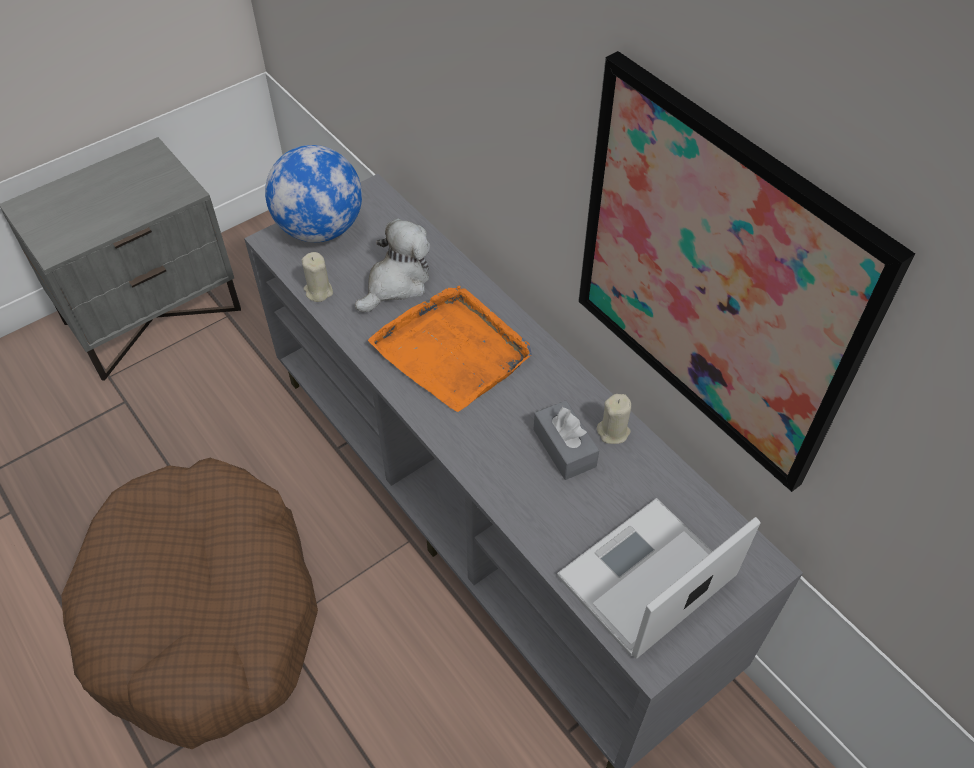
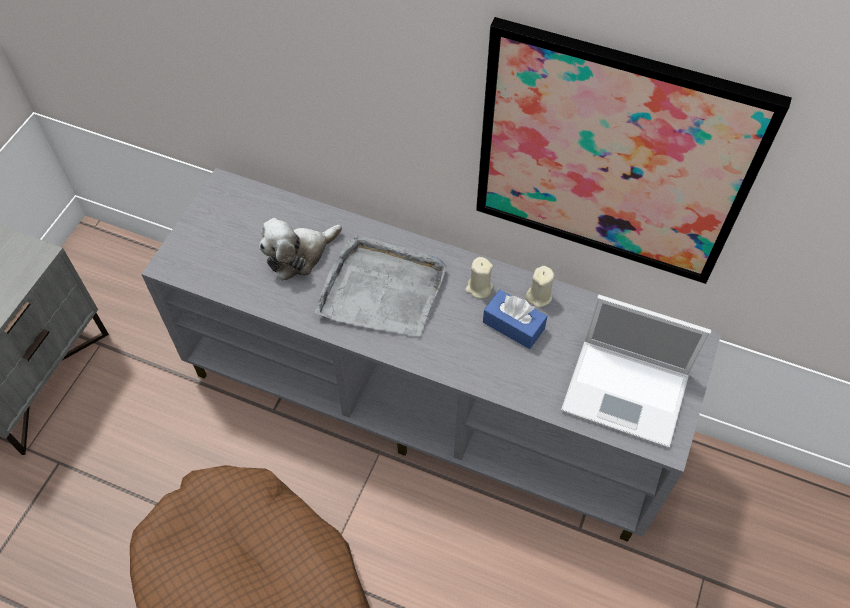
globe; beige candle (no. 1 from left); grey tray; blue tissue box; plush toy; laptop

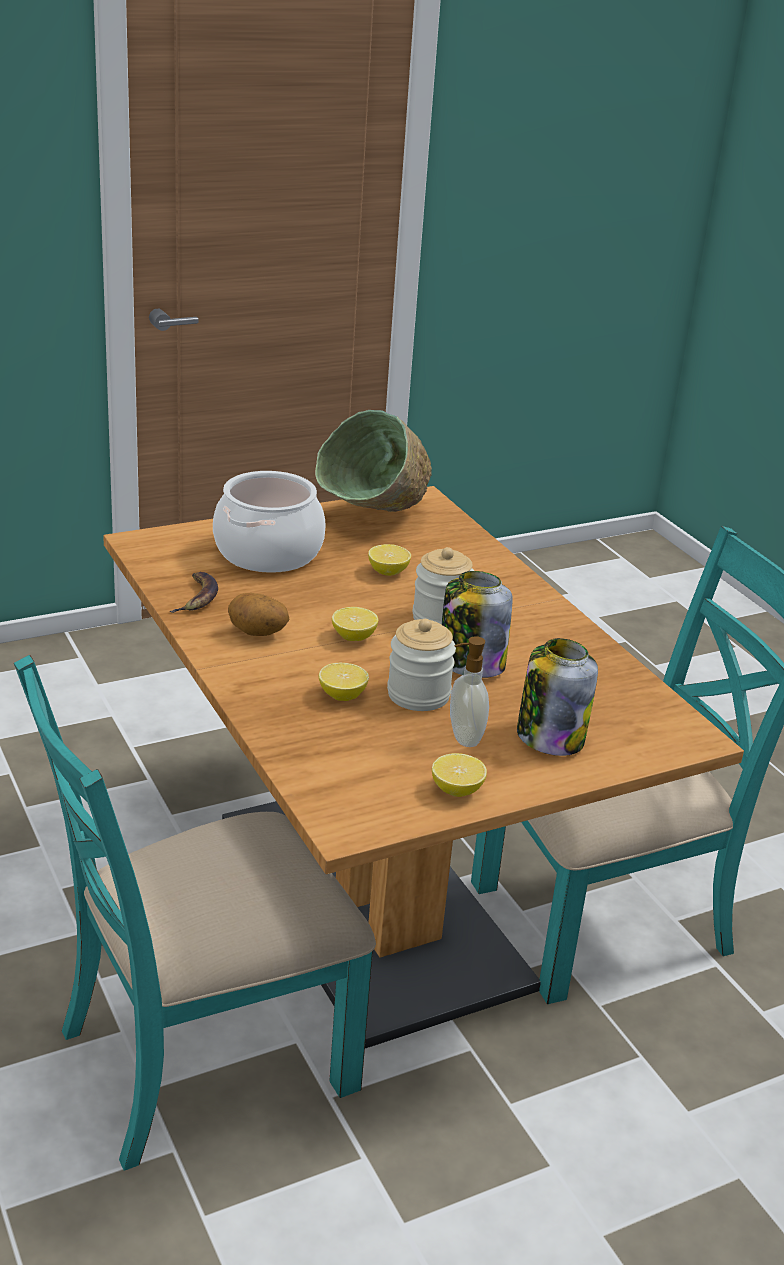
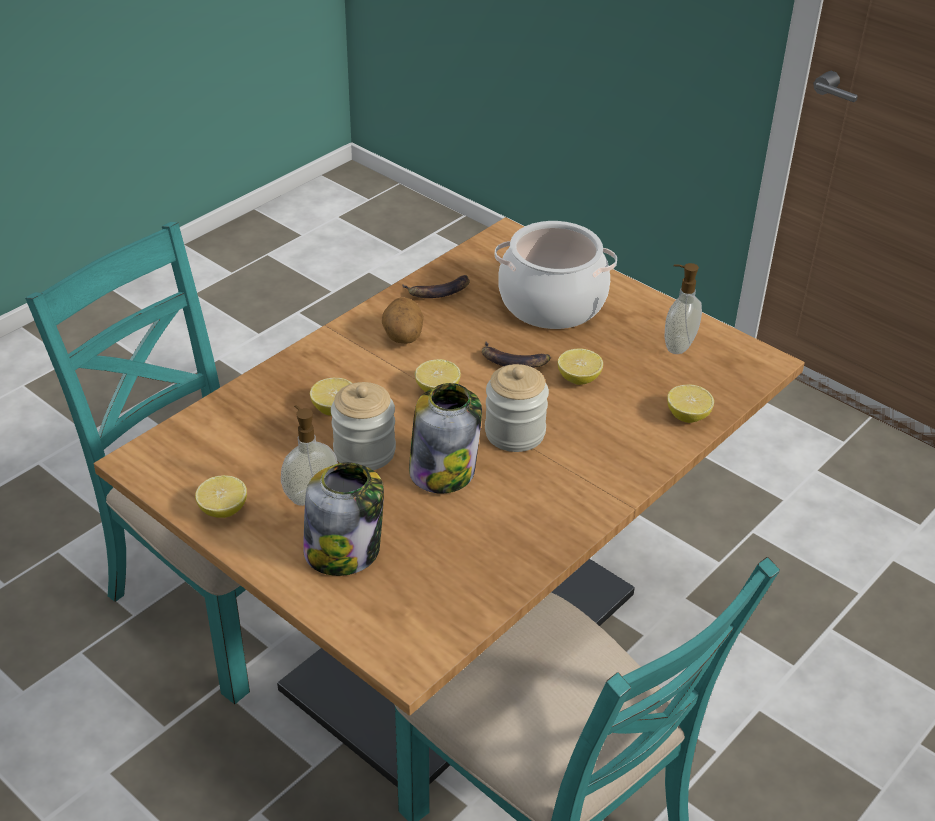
banana (no. 2 from left); lemon (no. 5 from left); soap dispenser (no. 2 from left)

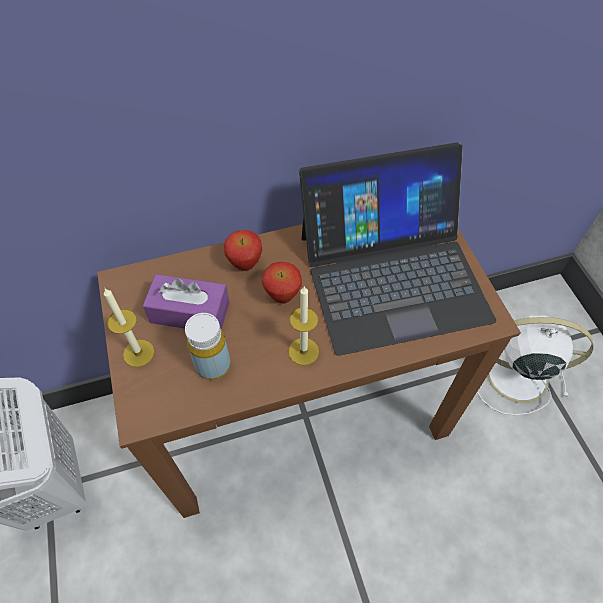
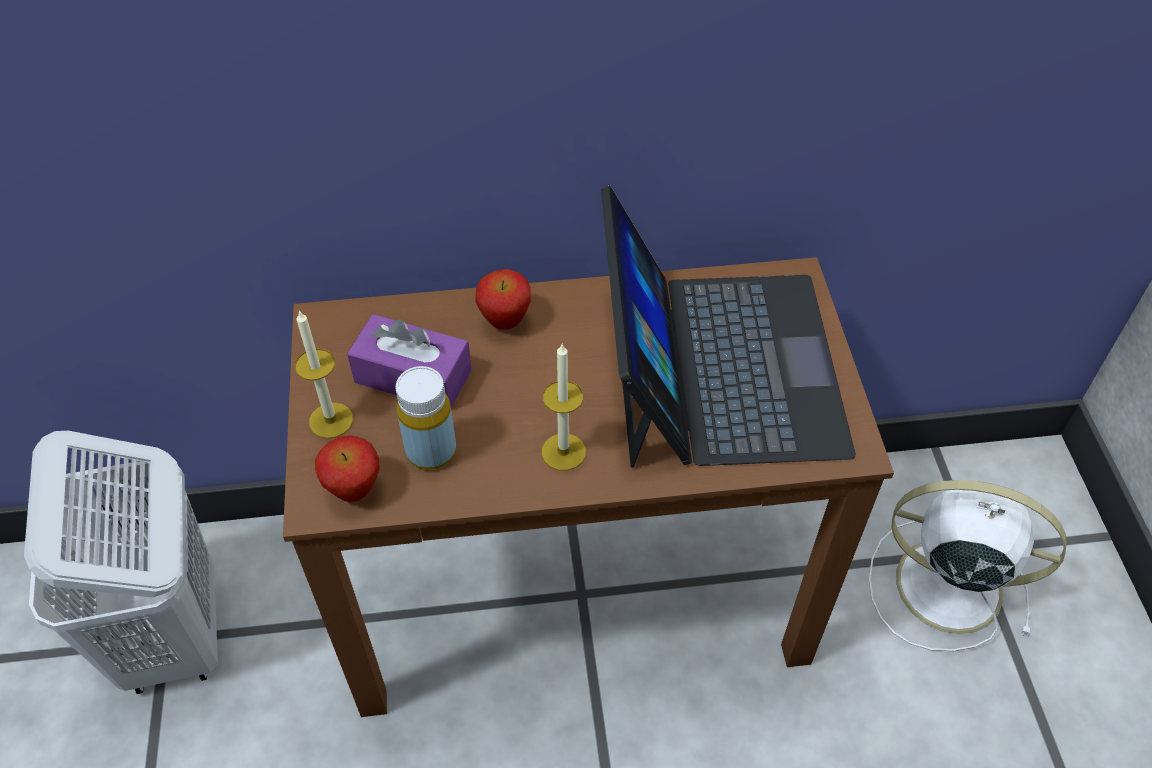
apple (no. 1 from left); laptop

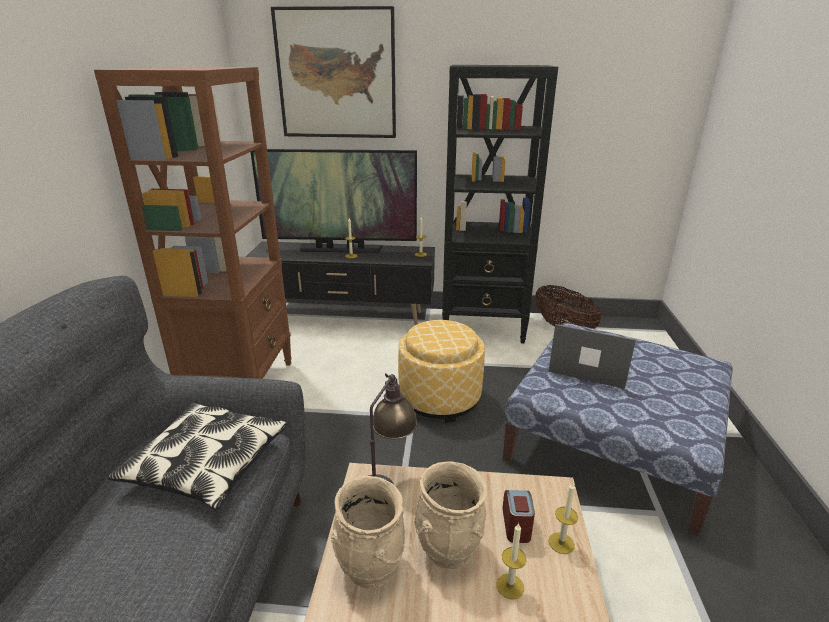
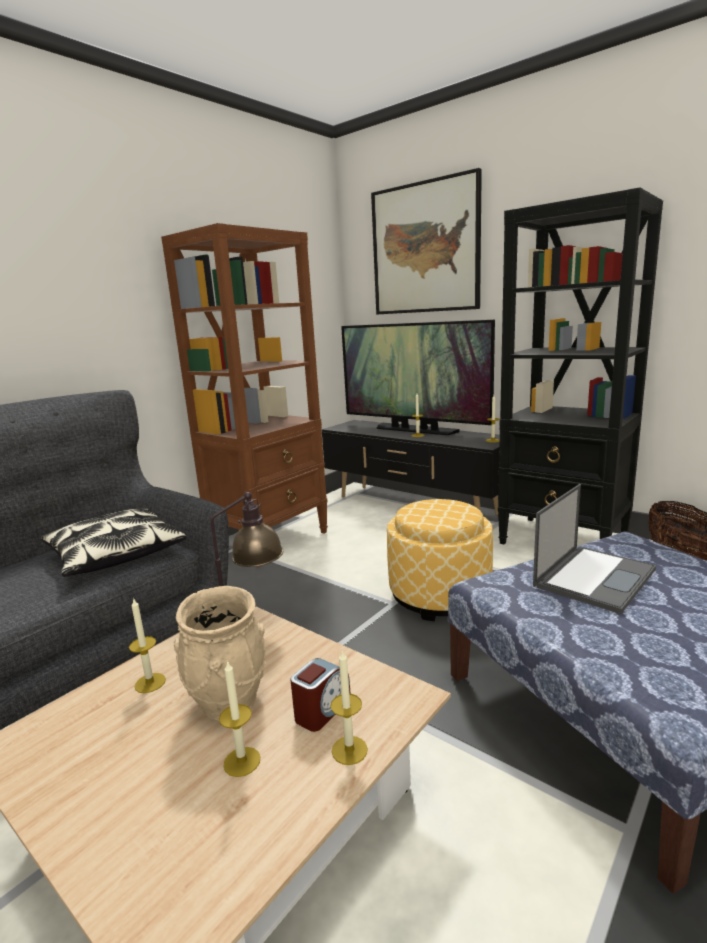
candle (no. 1 from left); laptop

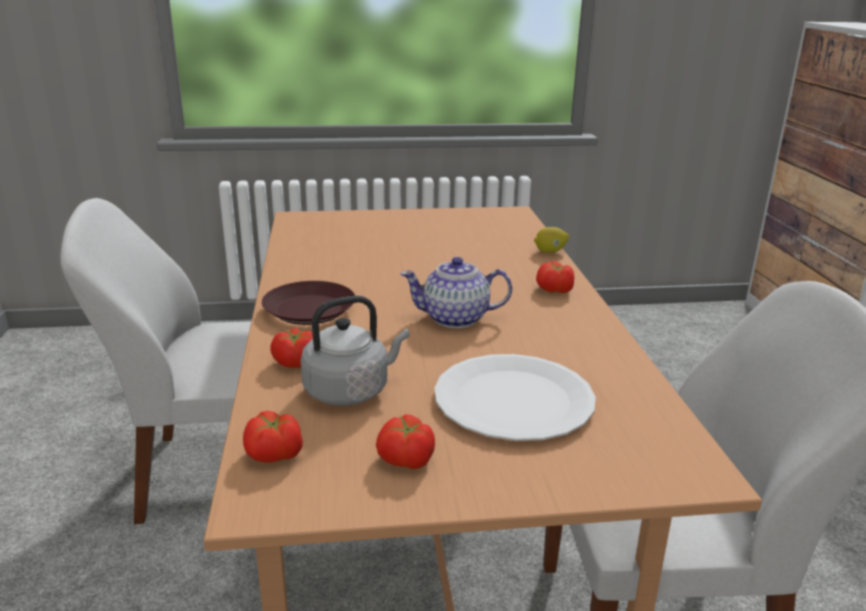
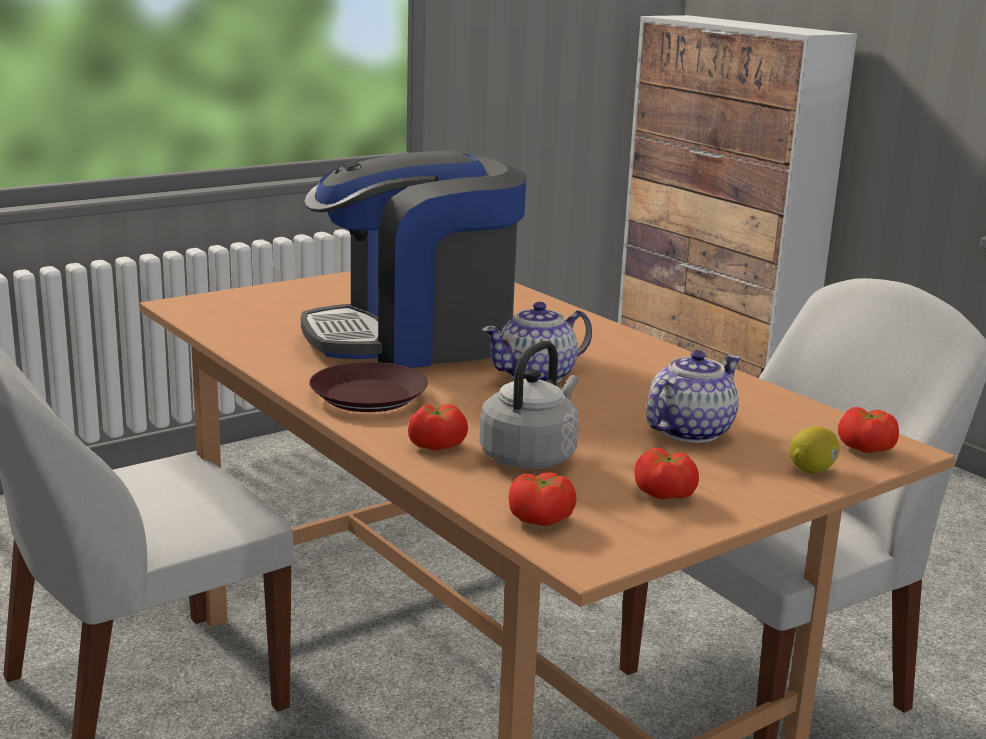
coffee machine; lemon; tomato (no. 4 from left); teapot (no. 2 from left)

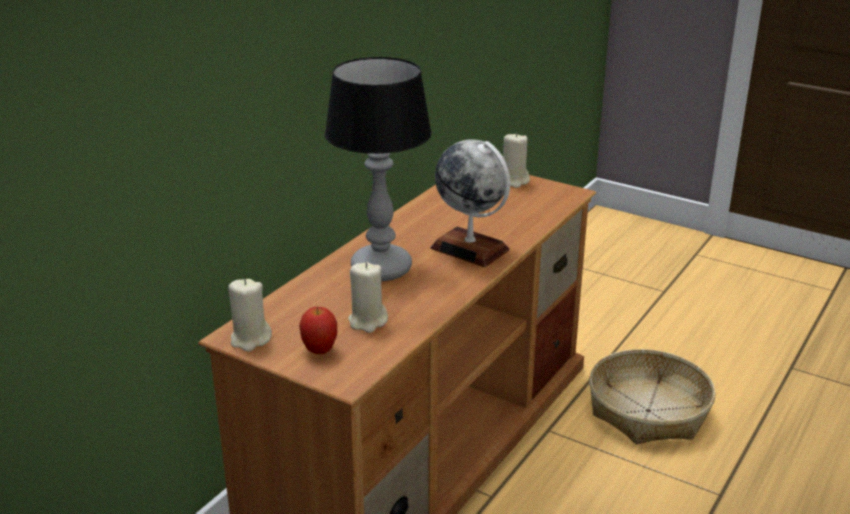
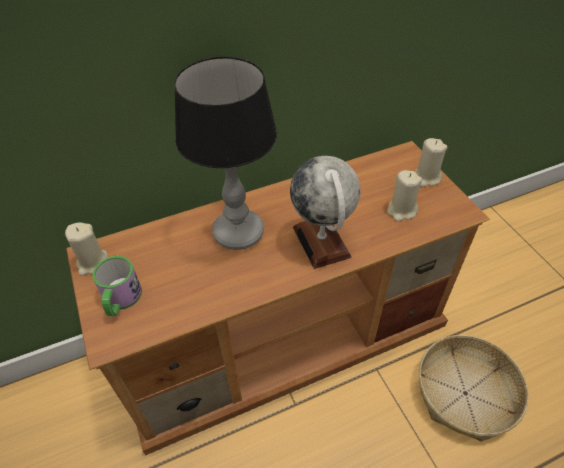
beige candle (no. 2 from left); mug

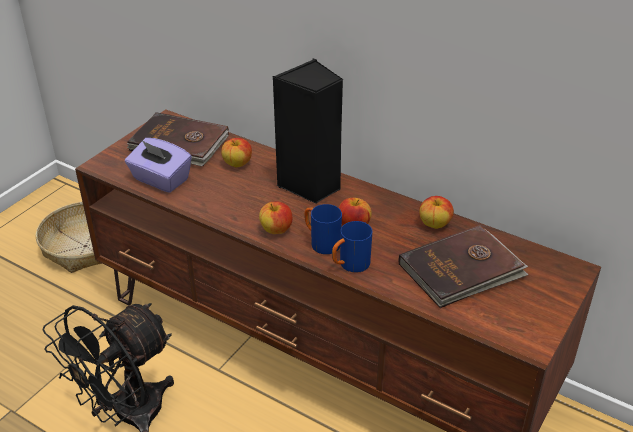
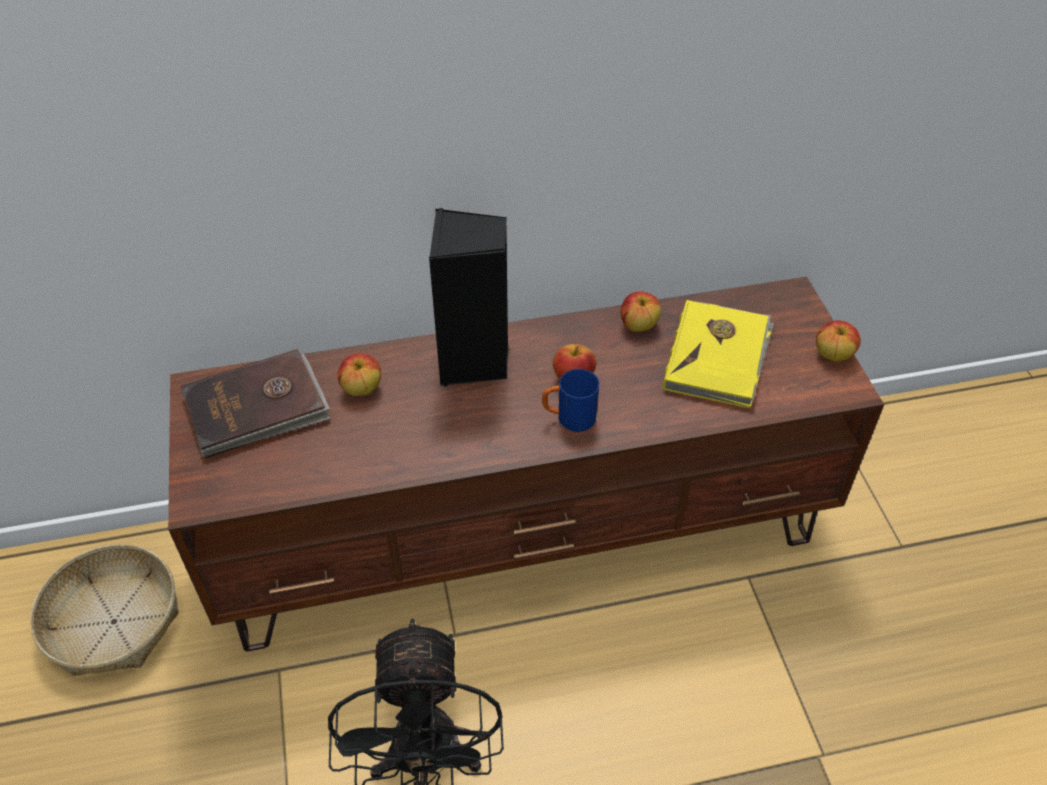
purple tissue box; blue mug (no. 2 from left in the first image); apple (no. 4 from left); yellow book

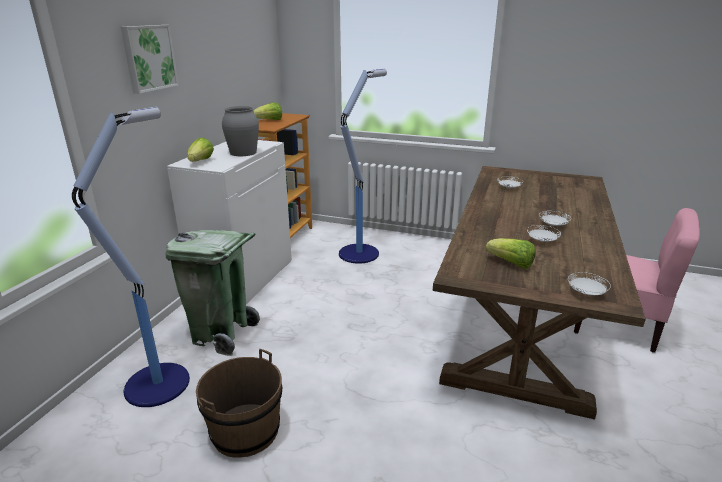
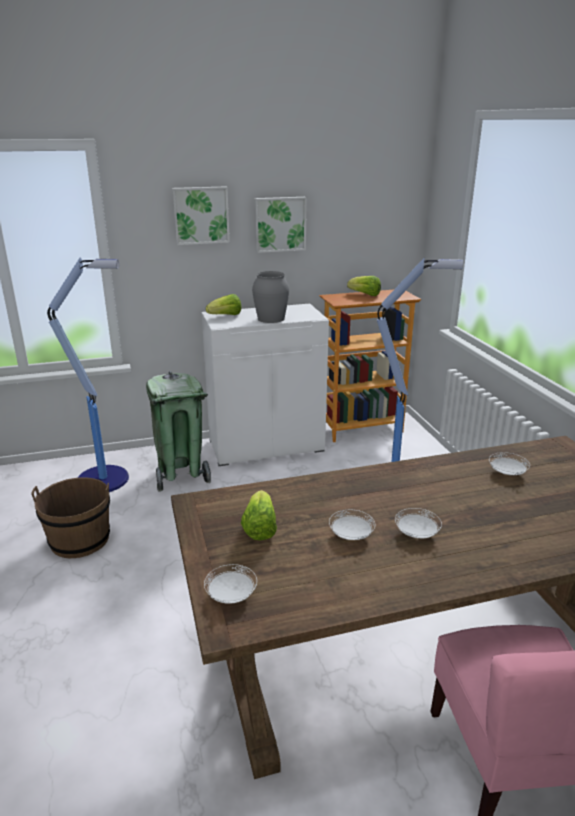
picture (no. 2 from left)

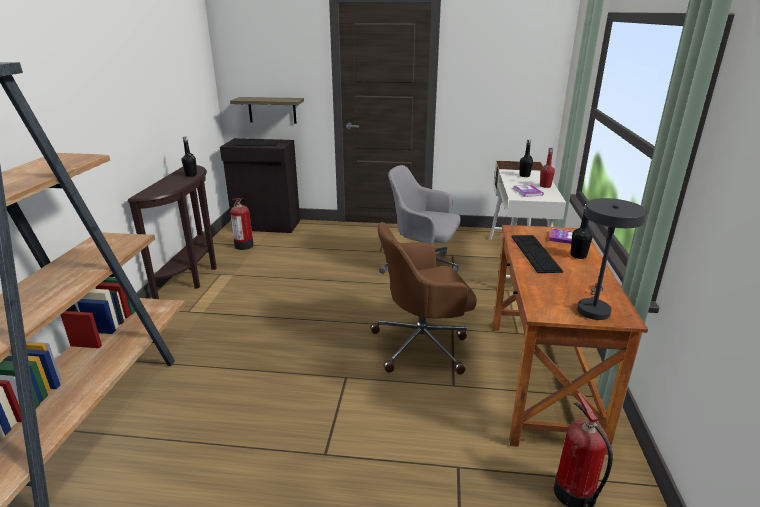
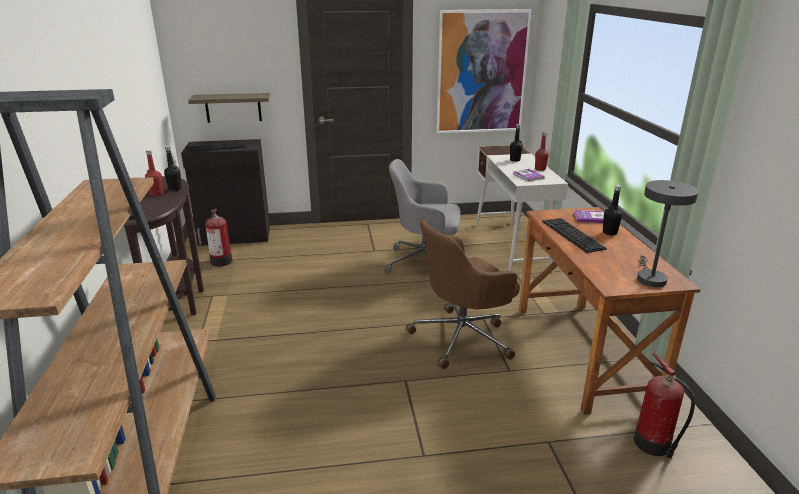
red bottle (no. 1 from left); picture

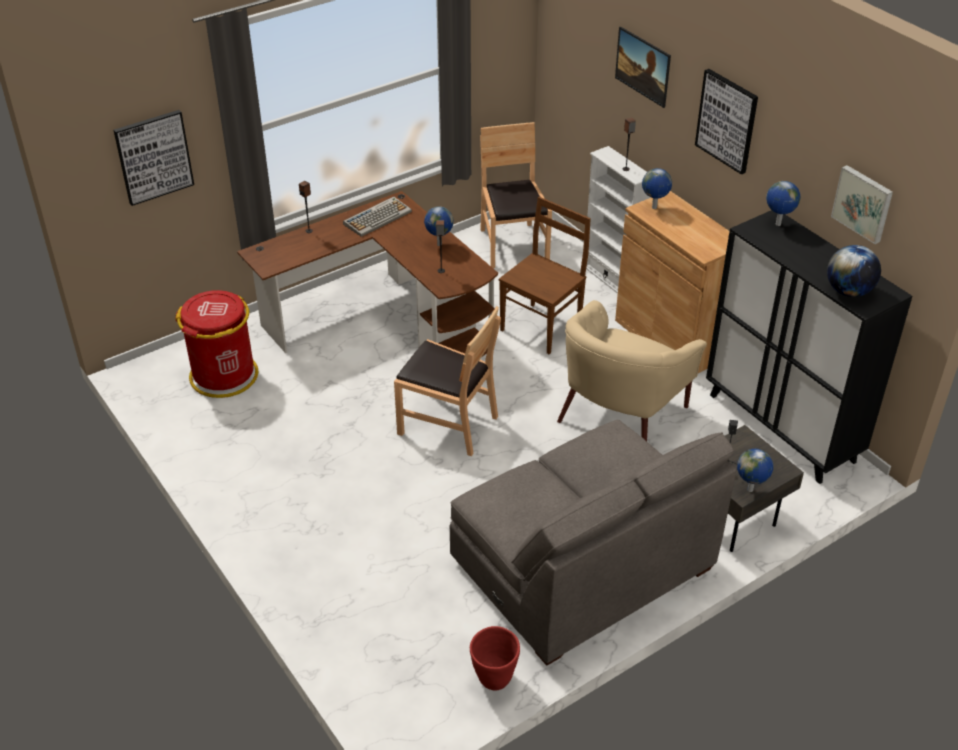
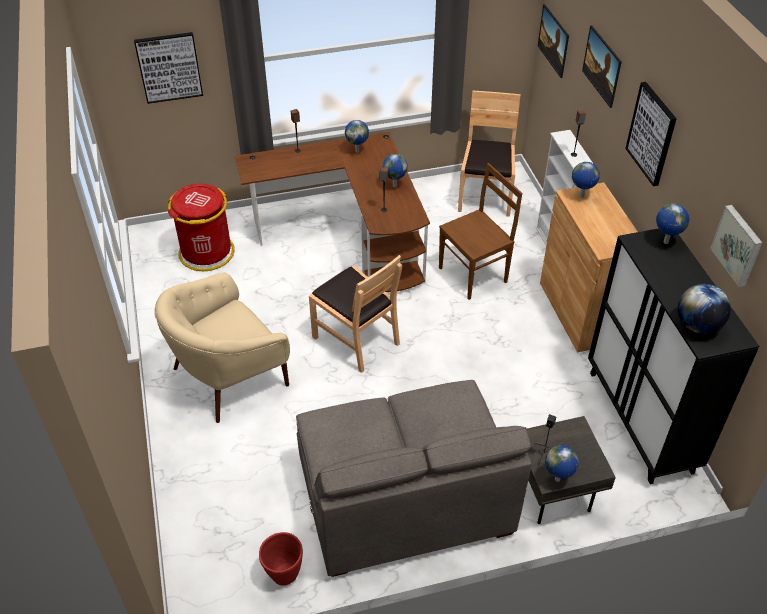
picture (no. 2 from left); beige armchair; globe (no. 1 from left)

